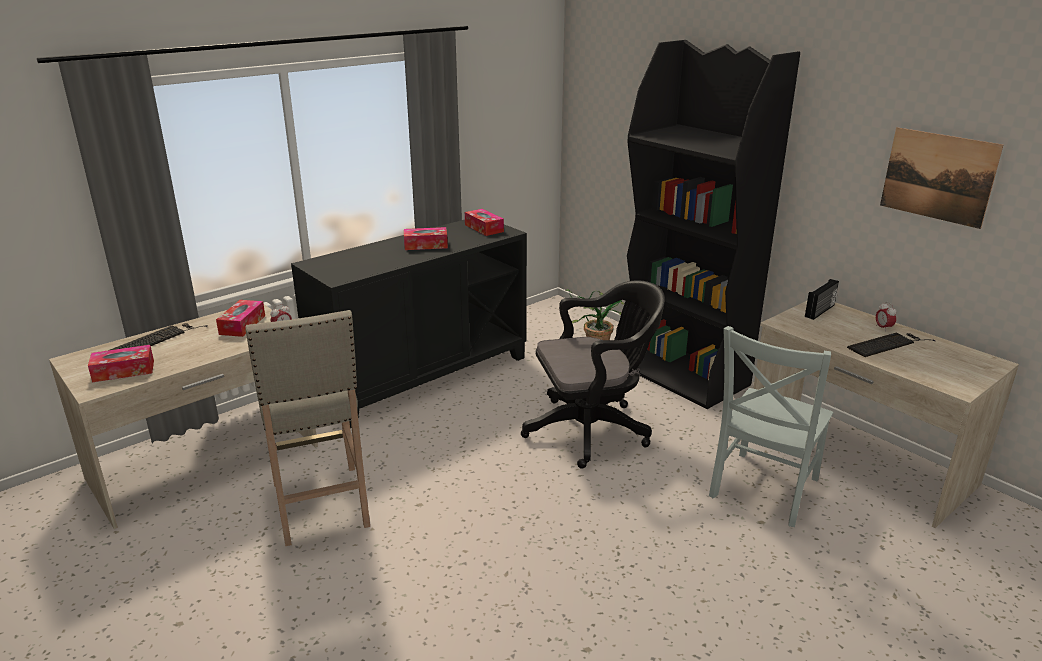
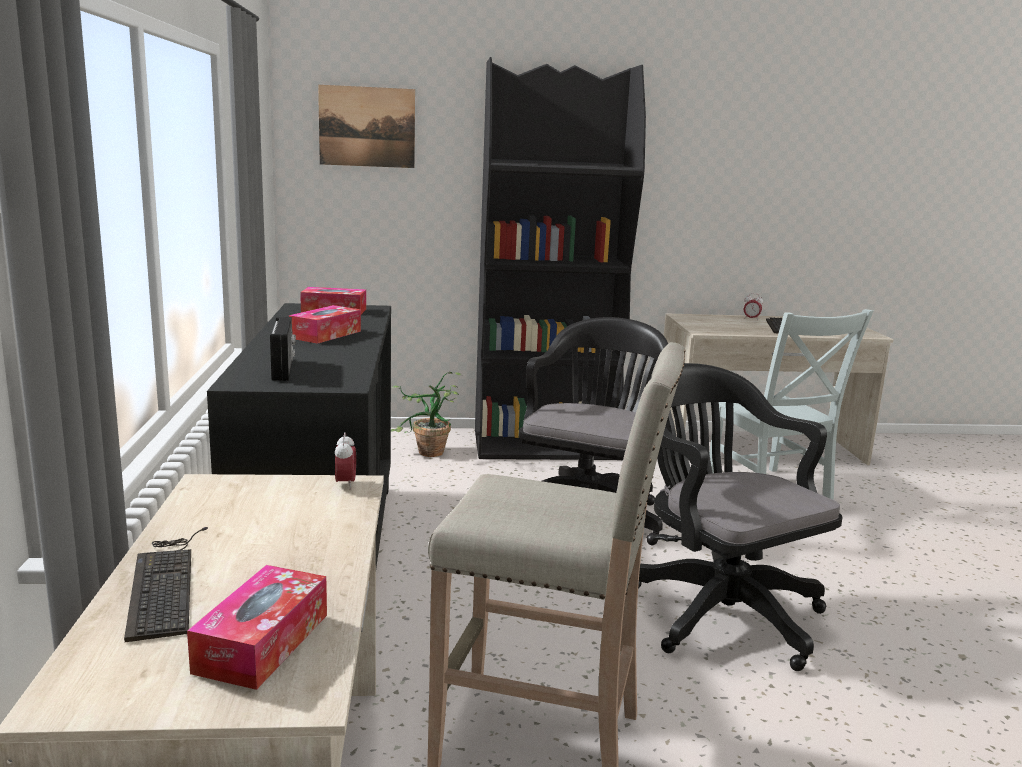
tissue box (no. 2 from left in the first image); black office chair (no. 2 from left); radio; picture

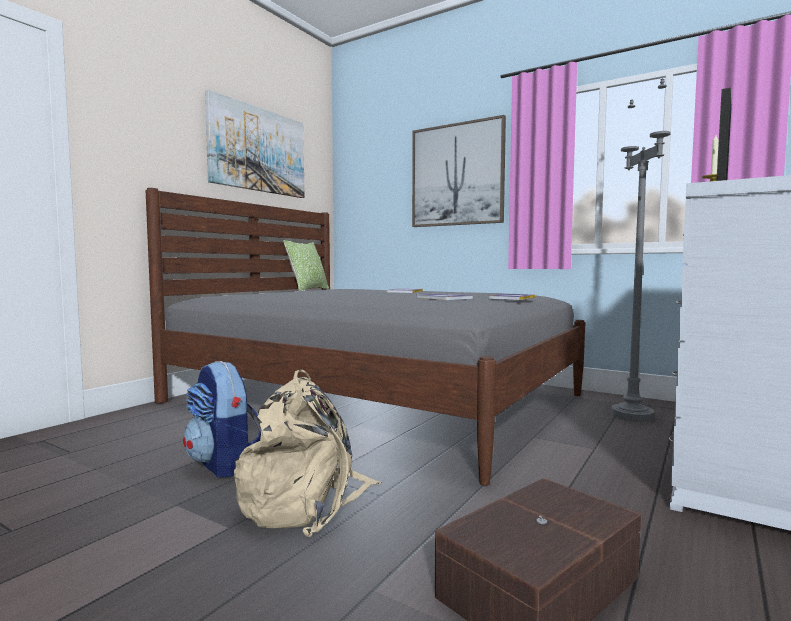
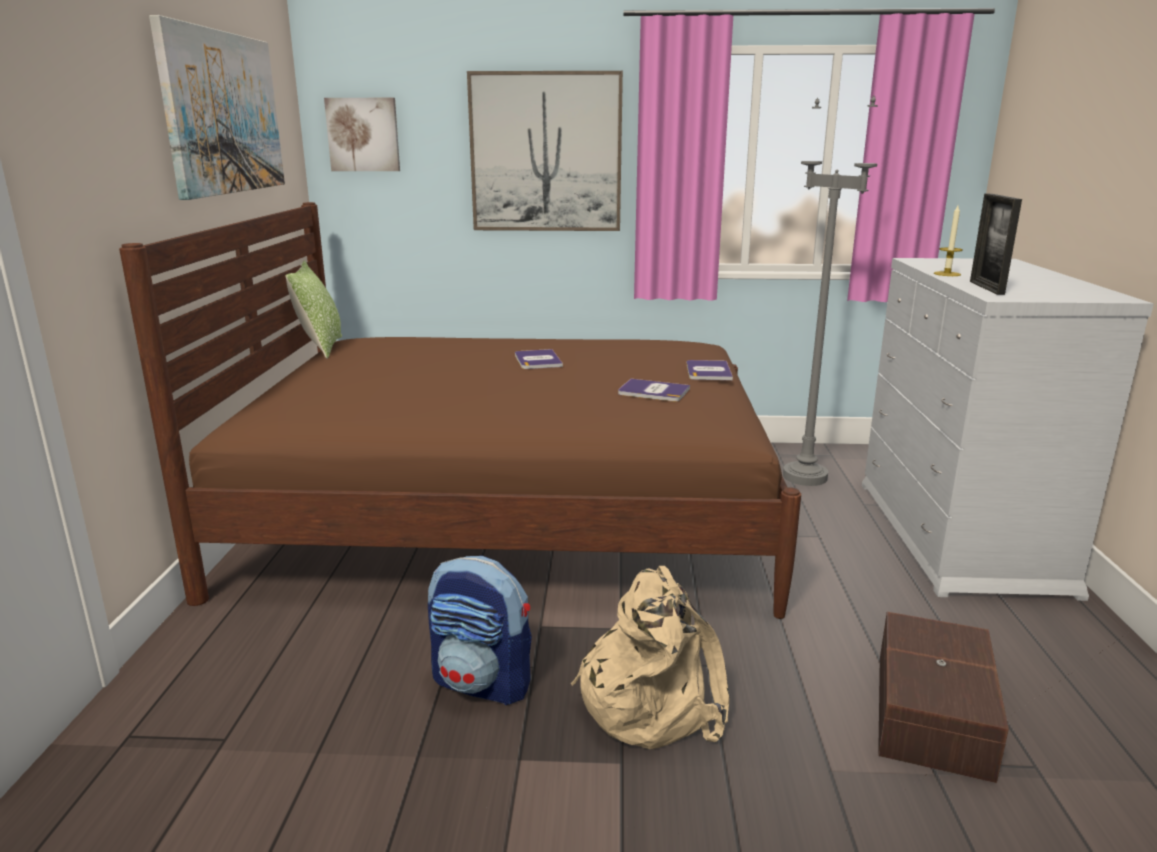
picture (no. 2 from left); brown bed

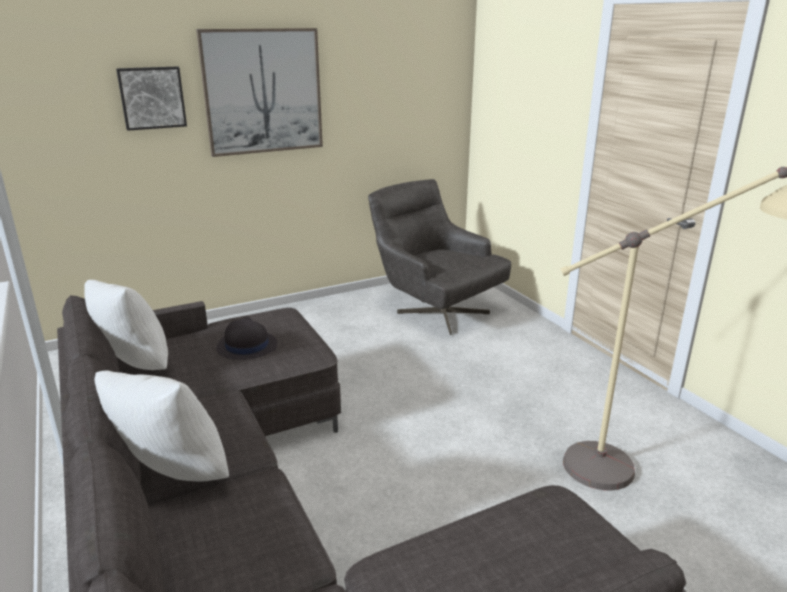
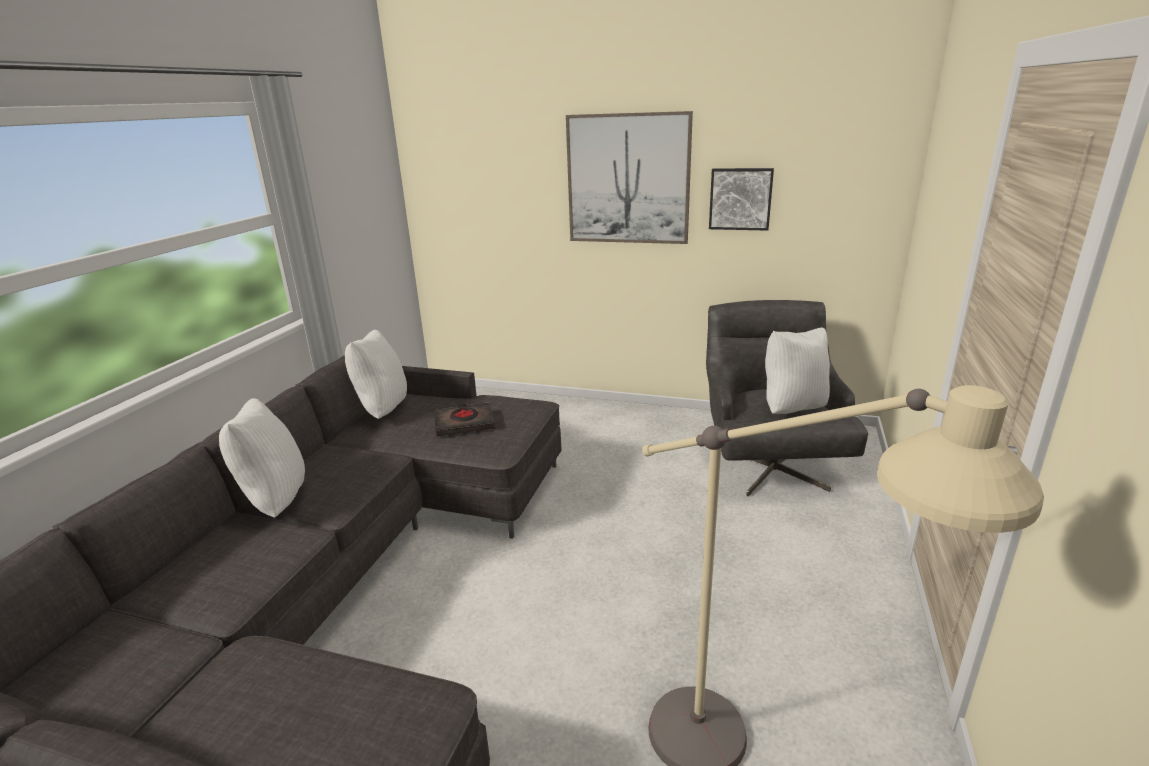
white pillow (no. 3 from left); picture (no. 2 from left); black book

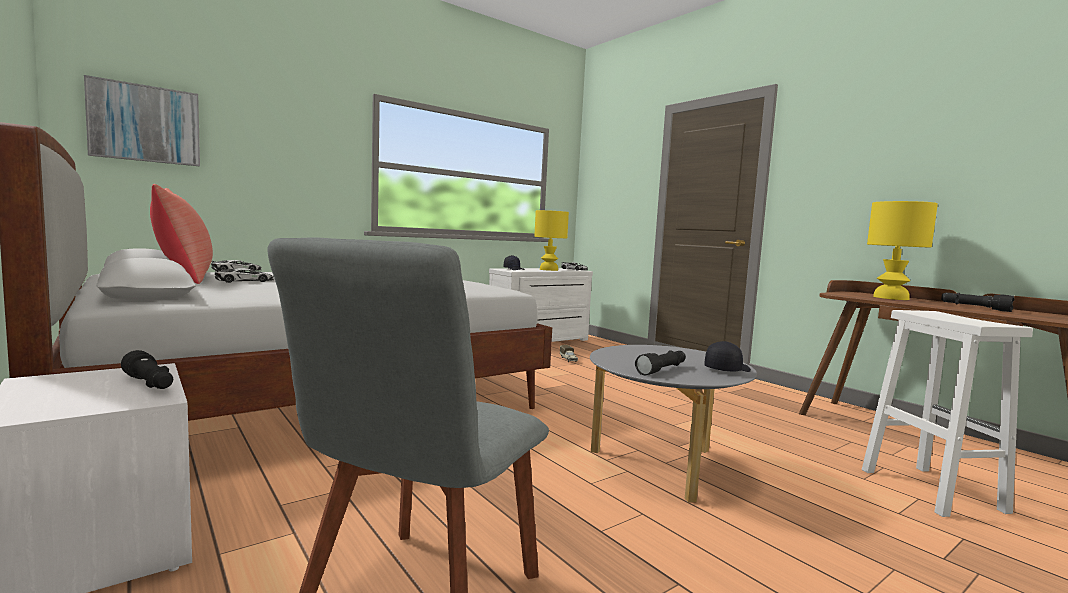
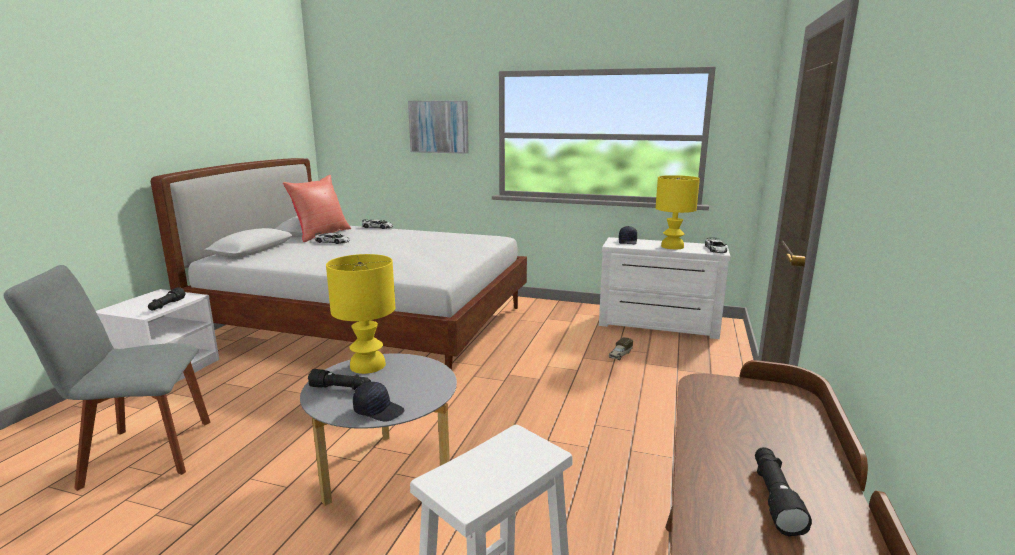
picture; yellow table lamp (no. 1 from left)

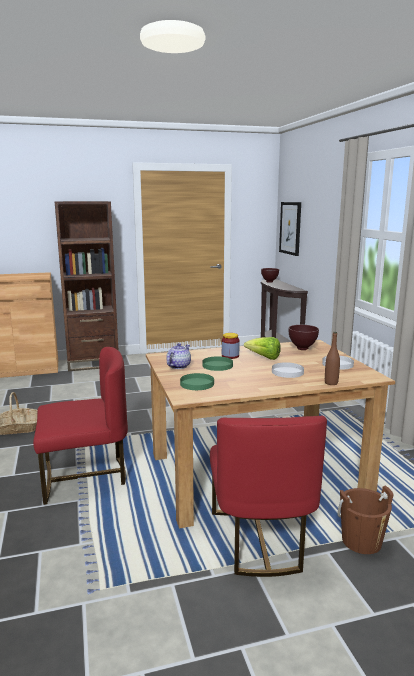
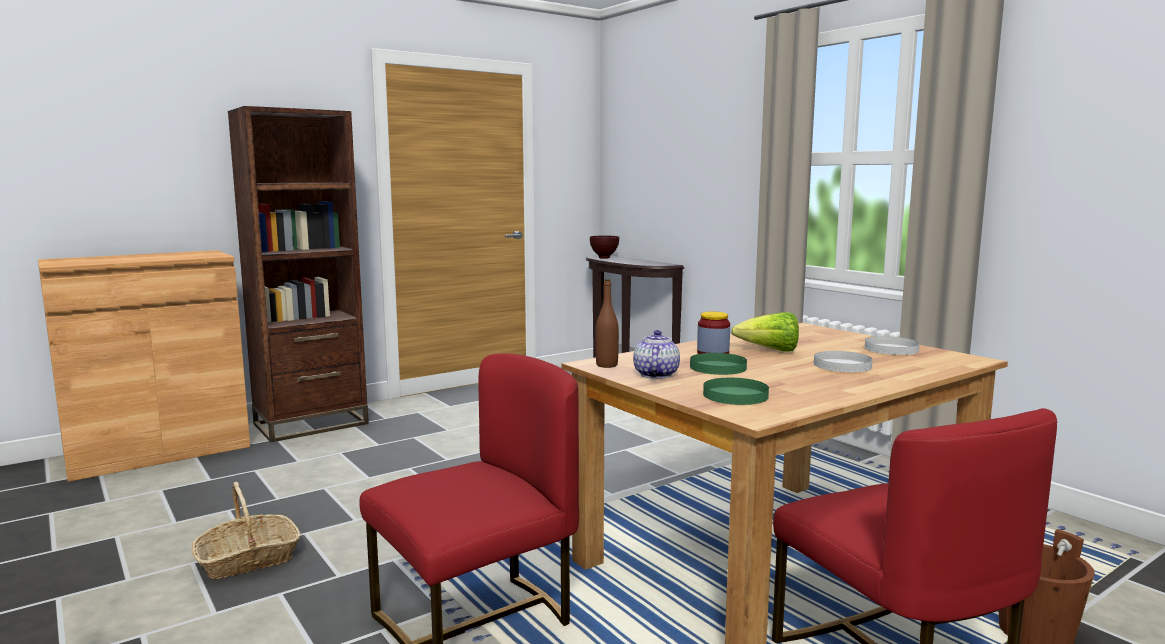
picture; brown bowl (no. 2 from left in the first image); brown bottle

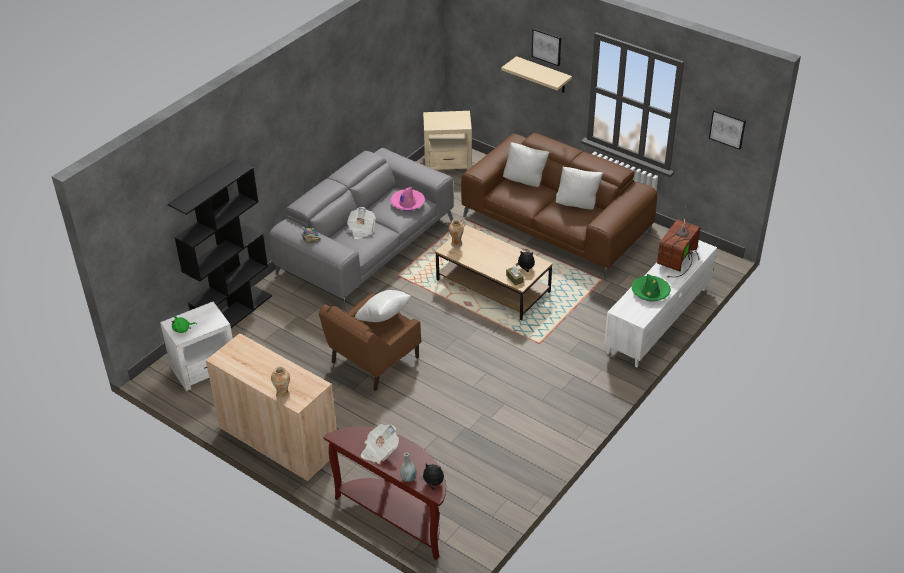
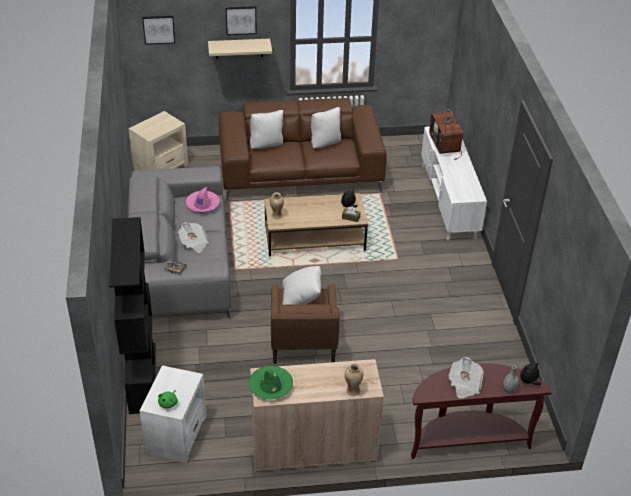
green hat; picture (no. 1 from left)

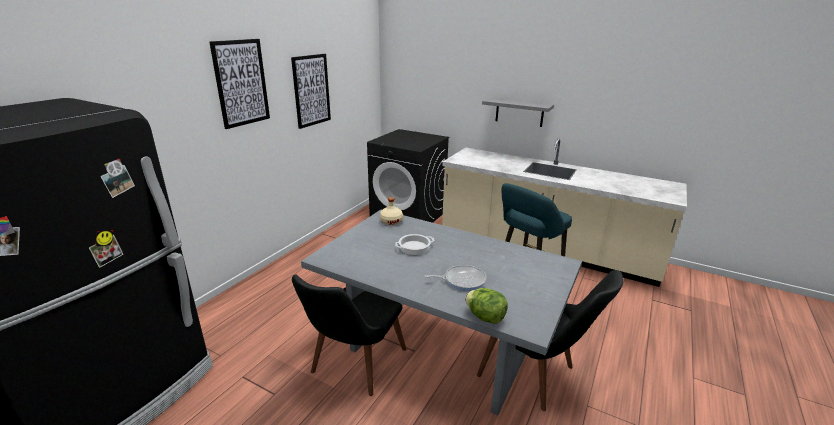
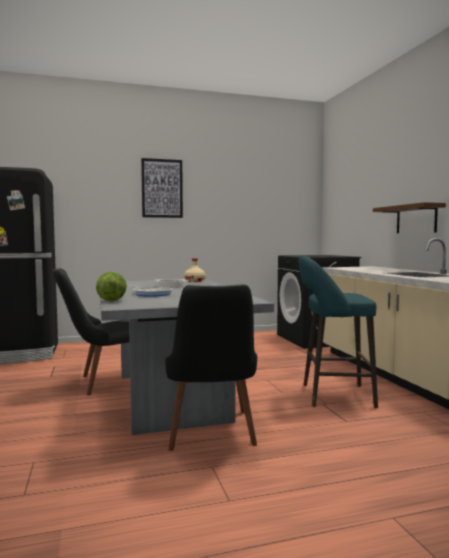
picture (no. 2 from left in the first image); brown shelf

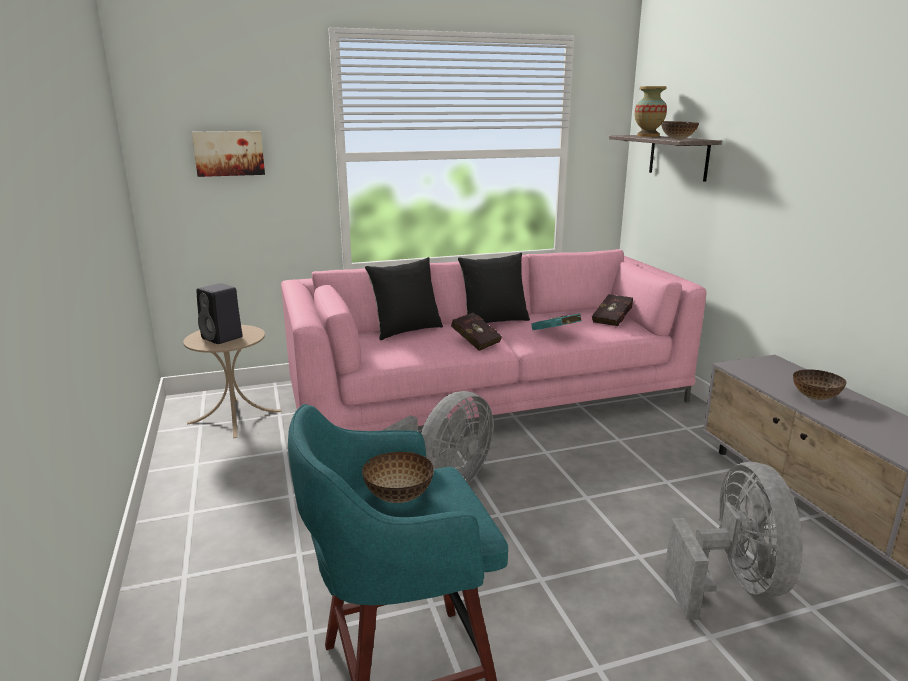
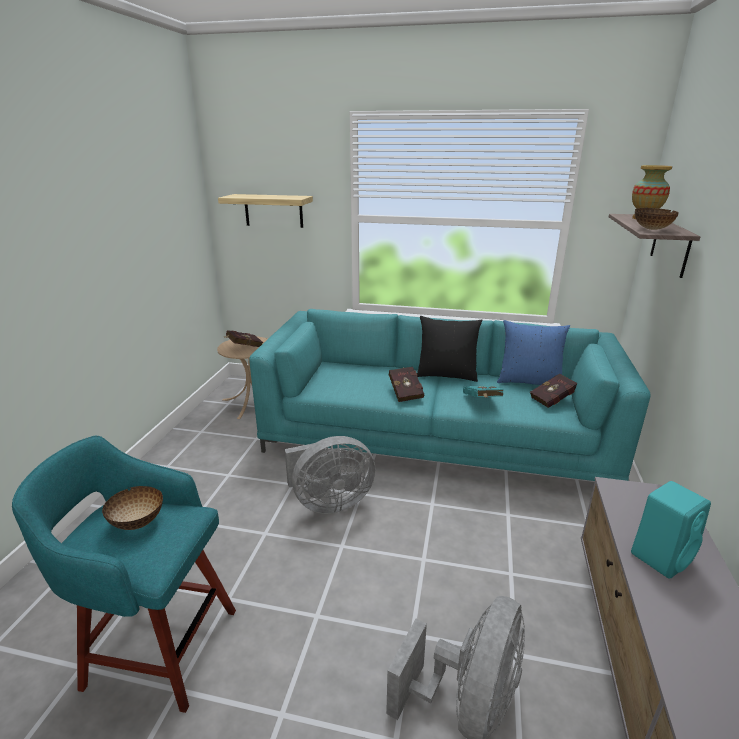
black pillow (no. 1 from left in the first image); blue pillow; shelf (no. 1 from left); red book (no. 1 from left); turquoise speaker; turquoise sofa

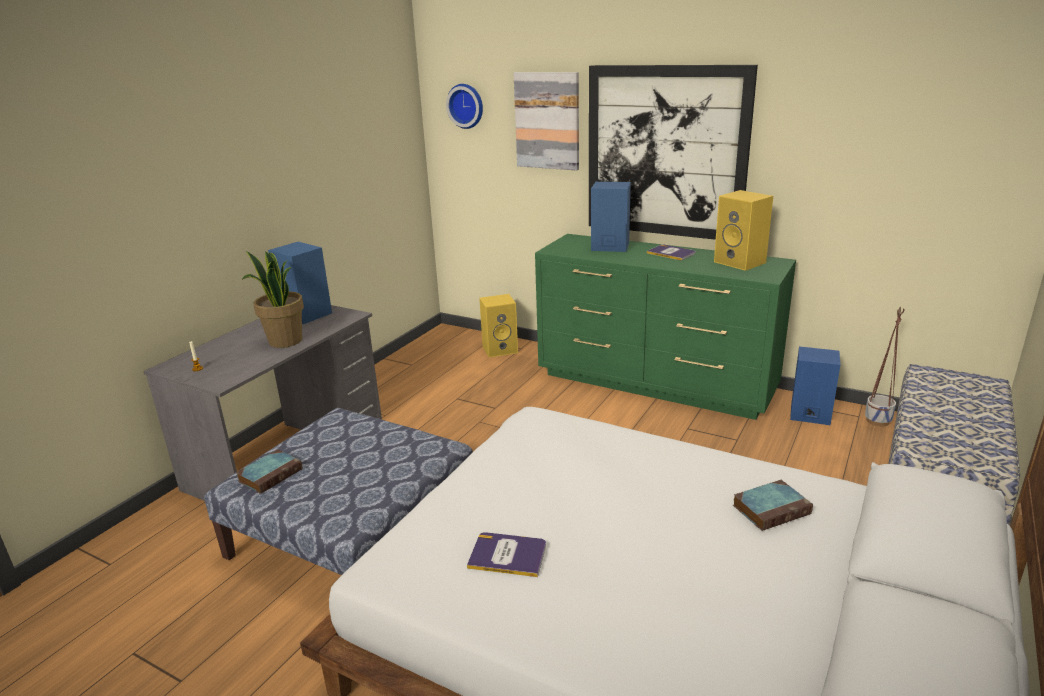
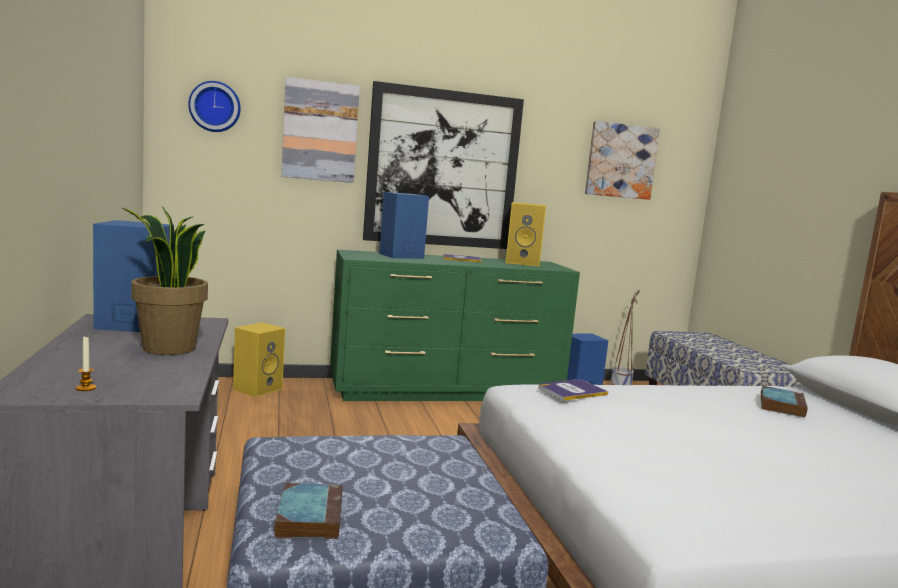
picture (no. 3 from left); book (no. 3 from left)

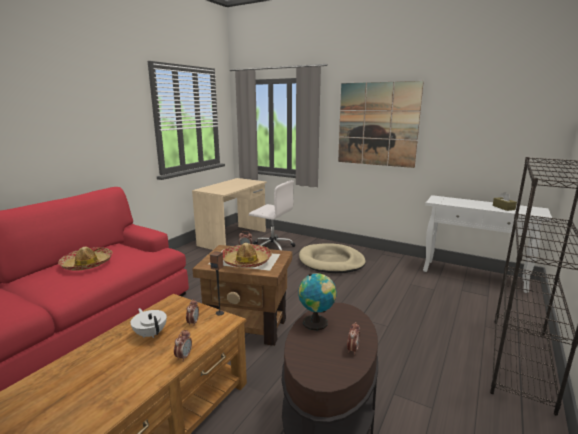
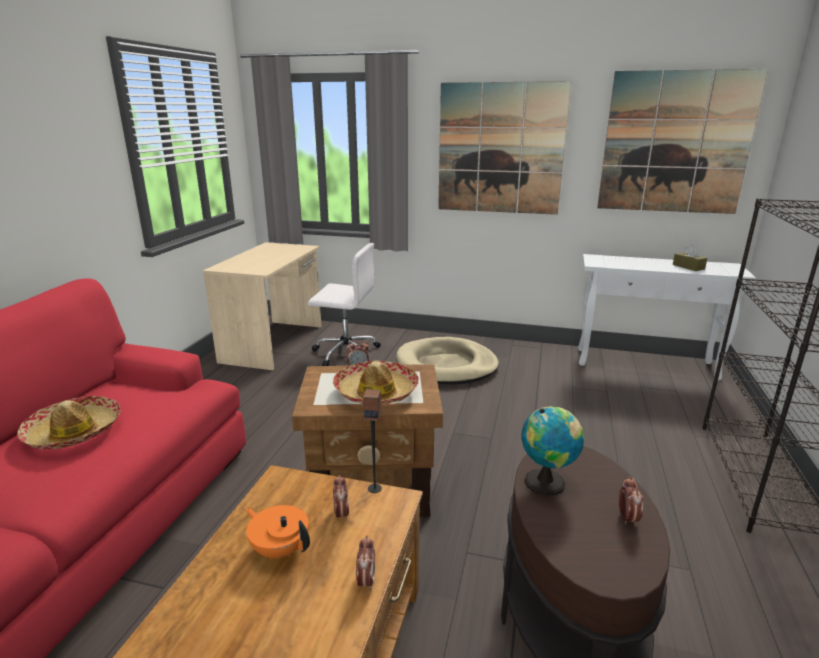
picture (no. 2 from left); orange teapot

